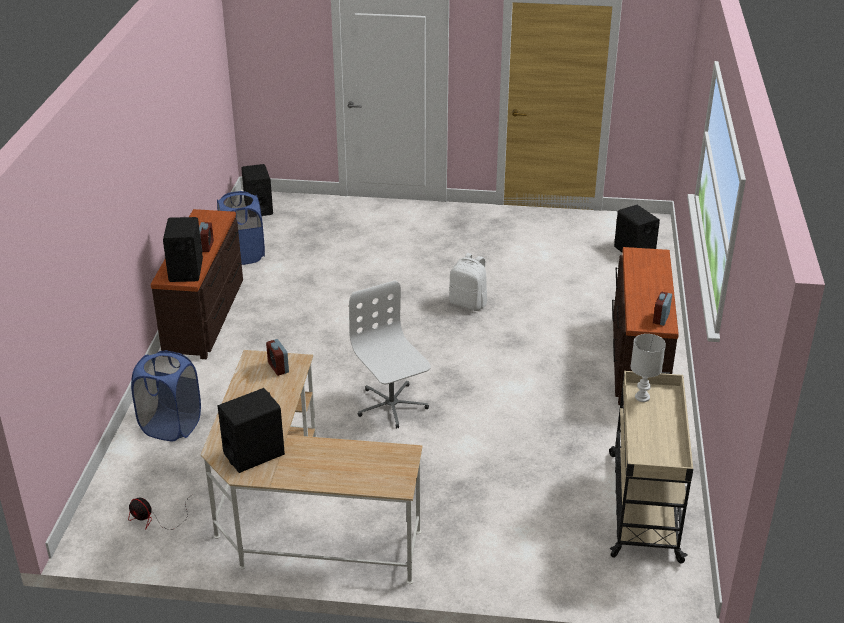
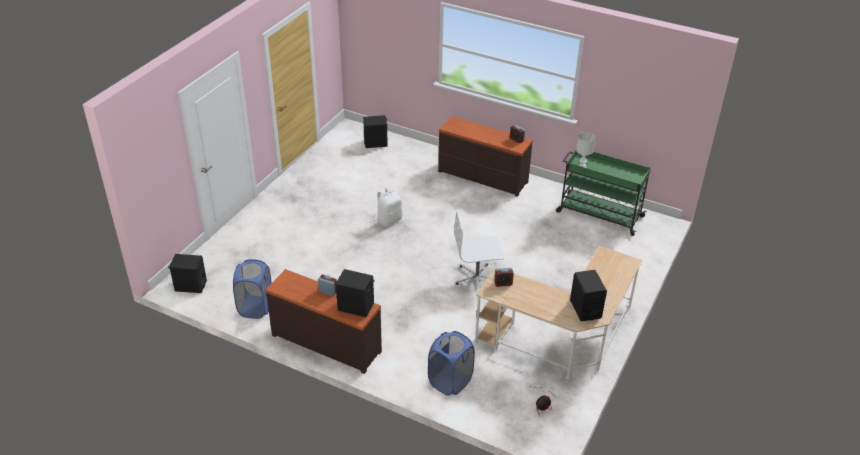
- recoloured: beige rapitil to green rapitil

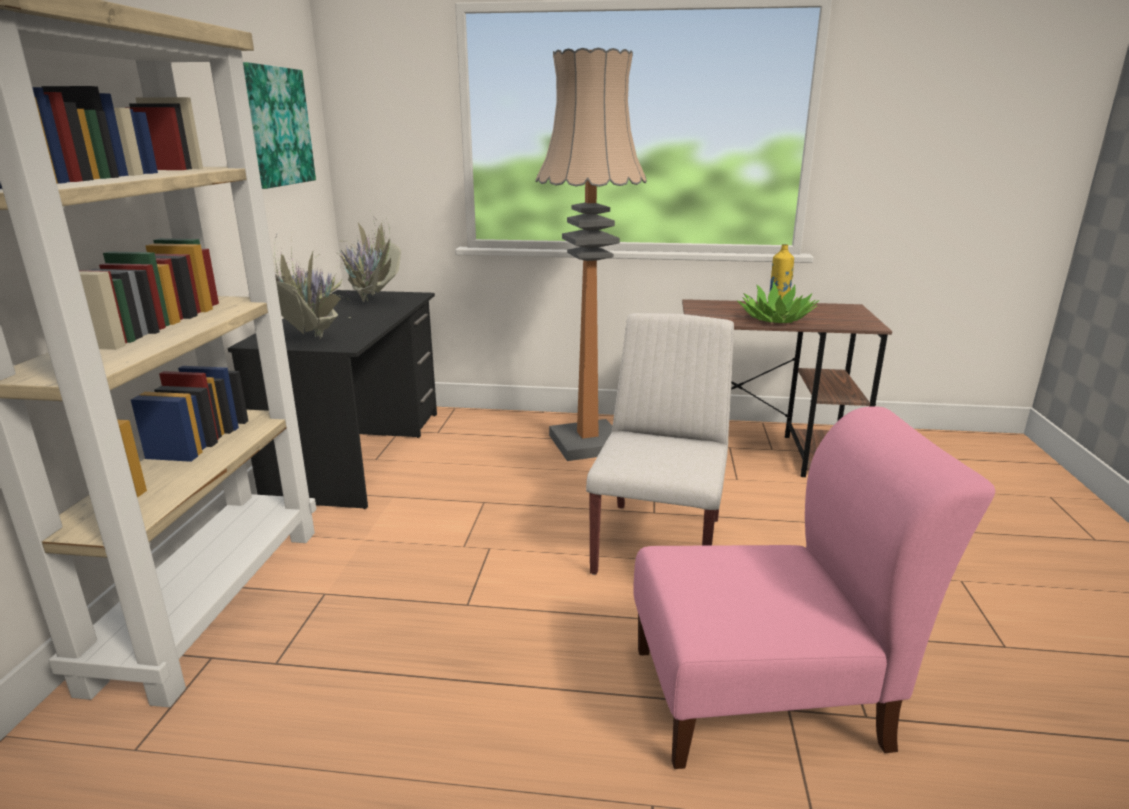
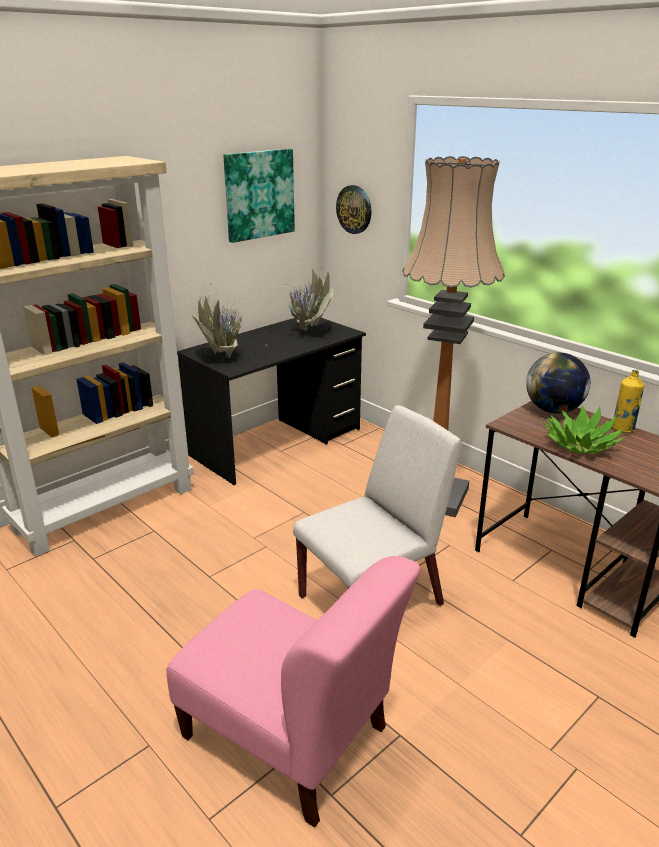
- added: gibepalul
- added: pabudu

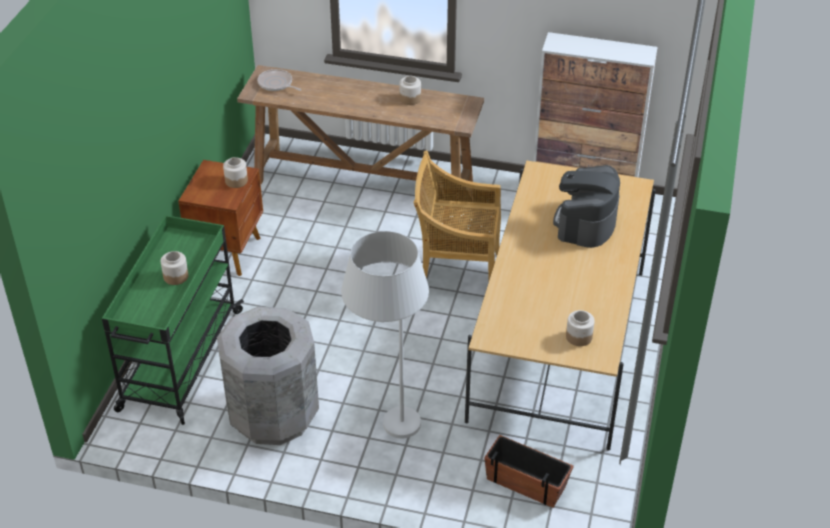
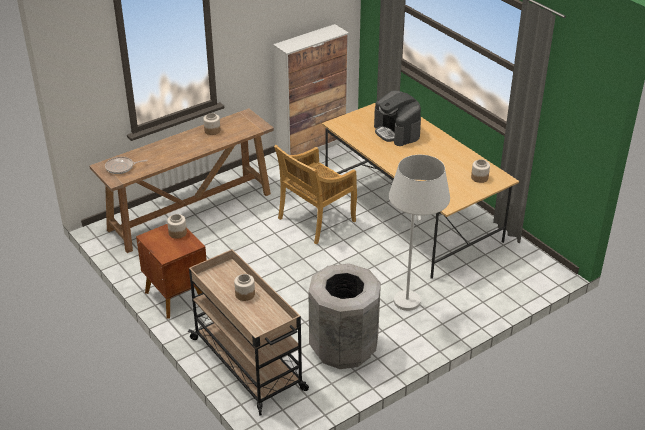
- recoloured: green rapitil to beige rapitil
- removed: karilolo

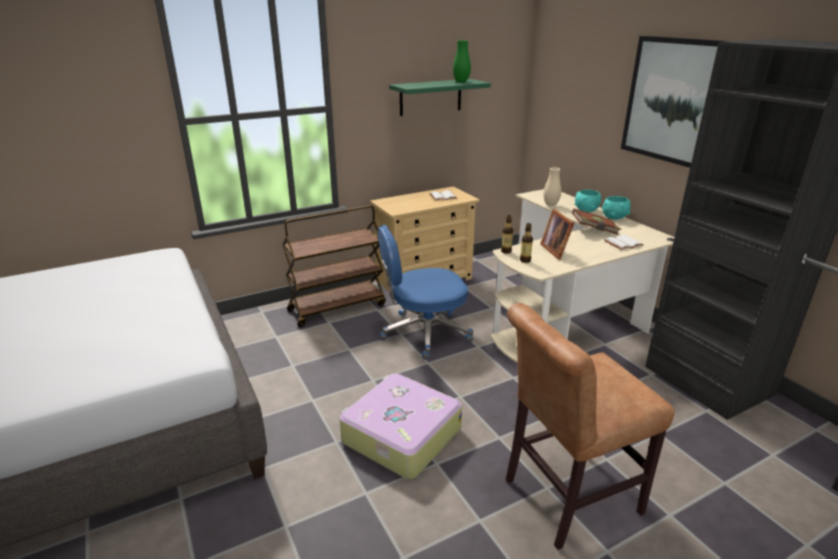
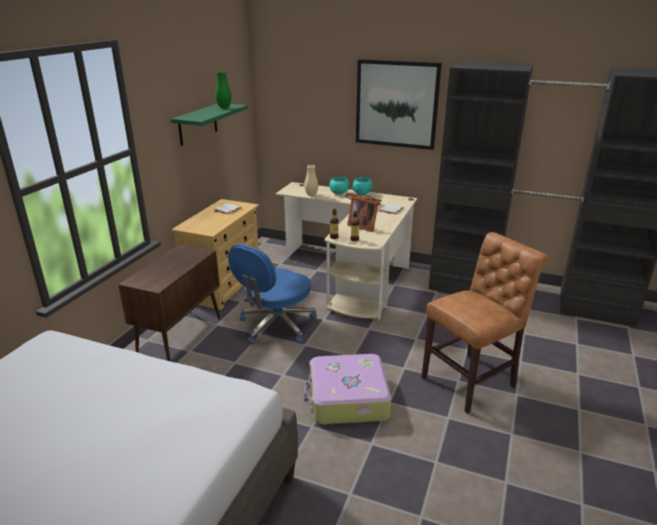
- replaced: brown rapitil to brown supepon
- turned: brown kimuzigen 150 degrees counterclockwise

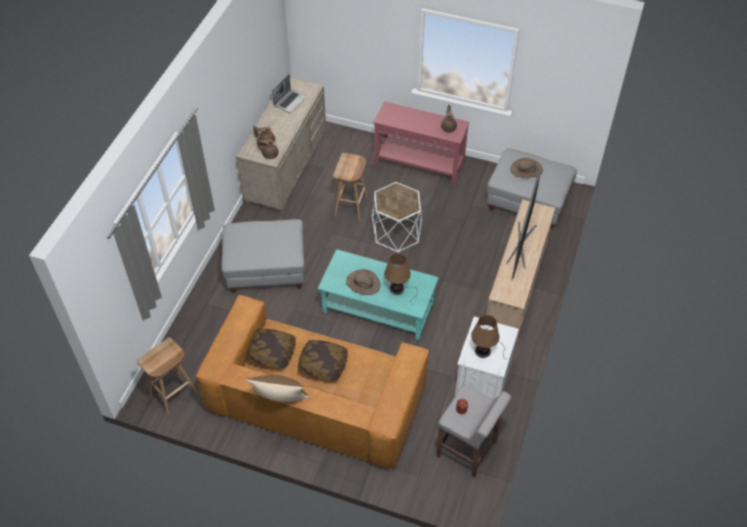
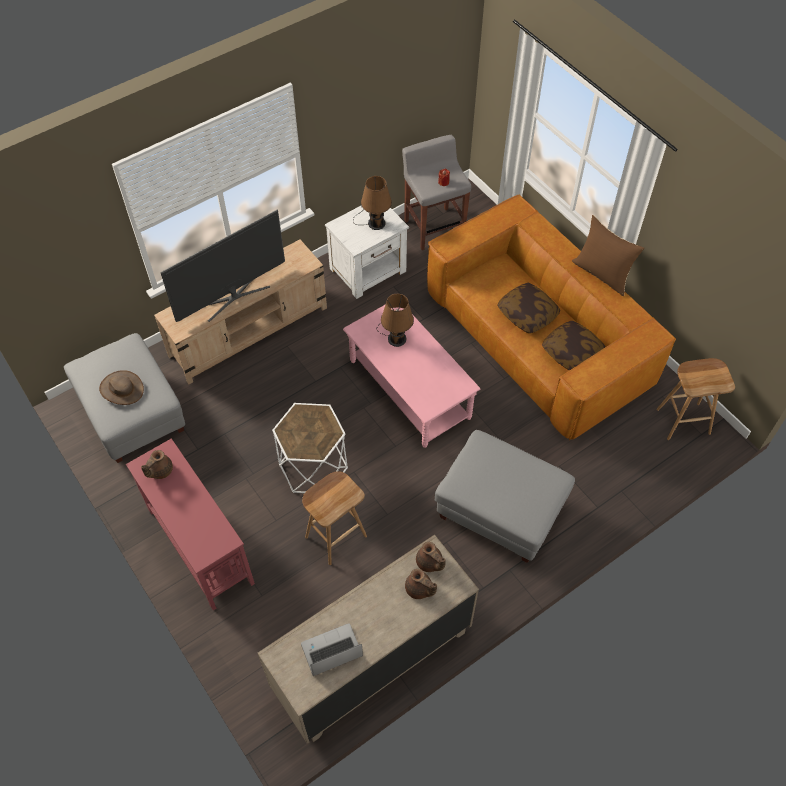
- recoloured: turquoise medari to pink medari
- removed: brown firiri (1st from left)

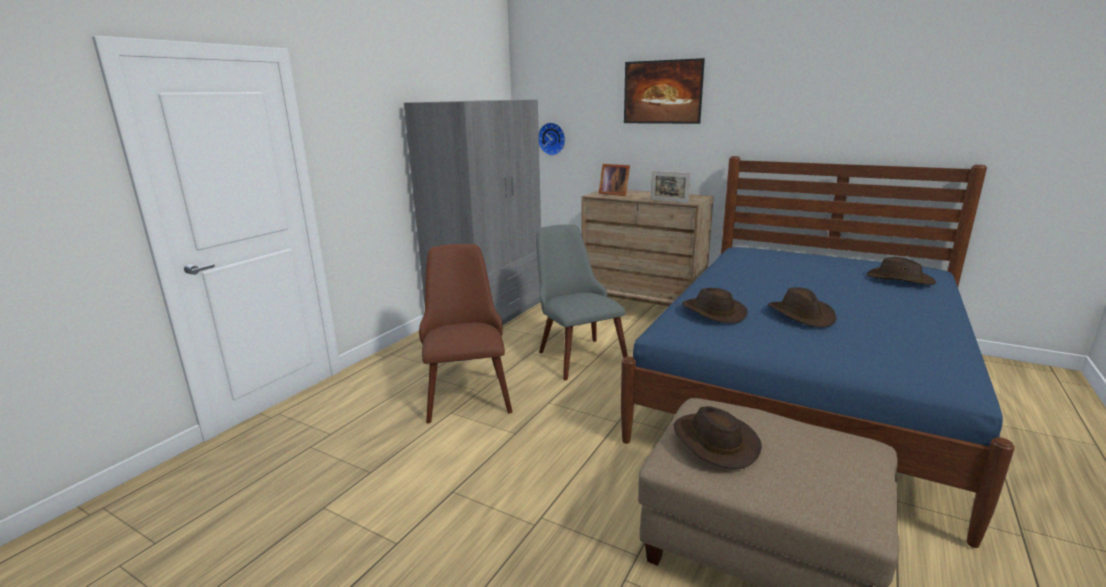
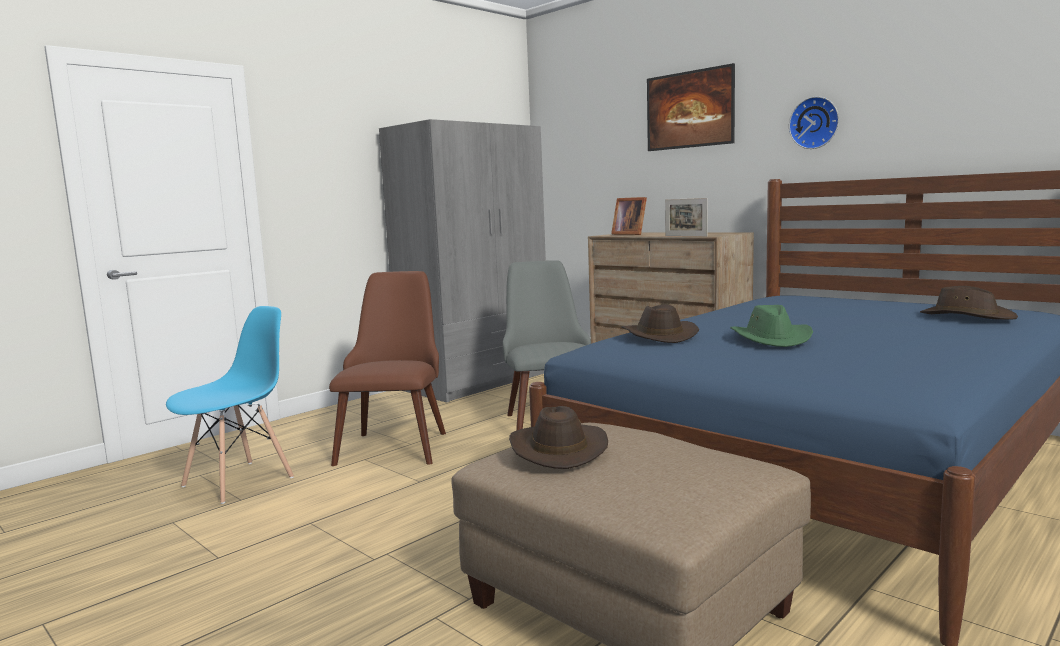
- added: blue kimuzigen
- recoloured: brown firiri (3rd from left) to green firiri
- moved: gibepalul

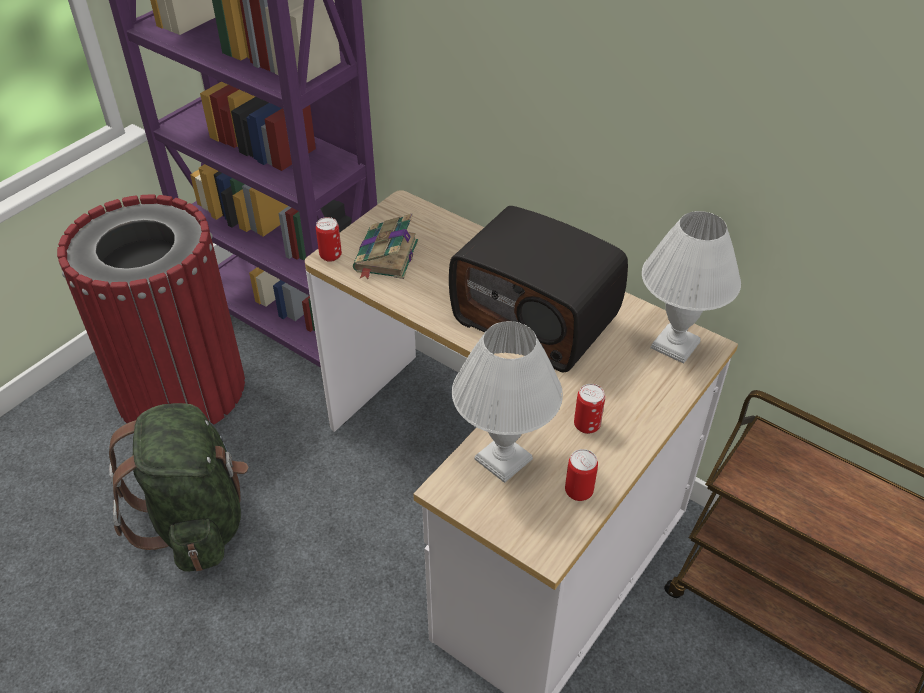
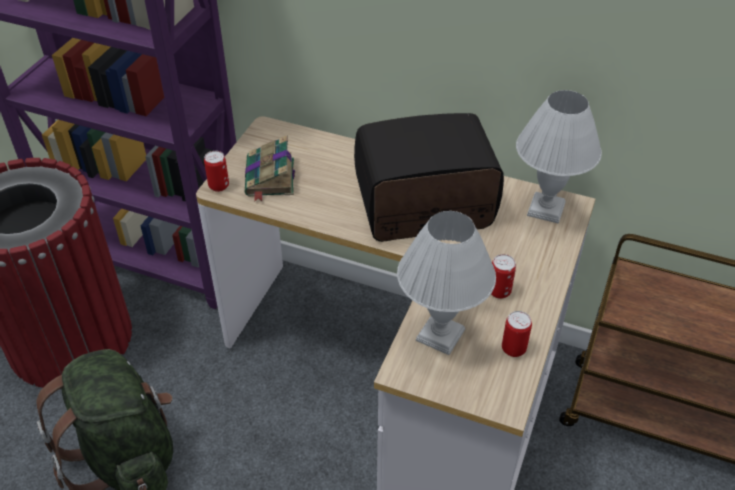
- turned: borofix 150 degrees clockwise

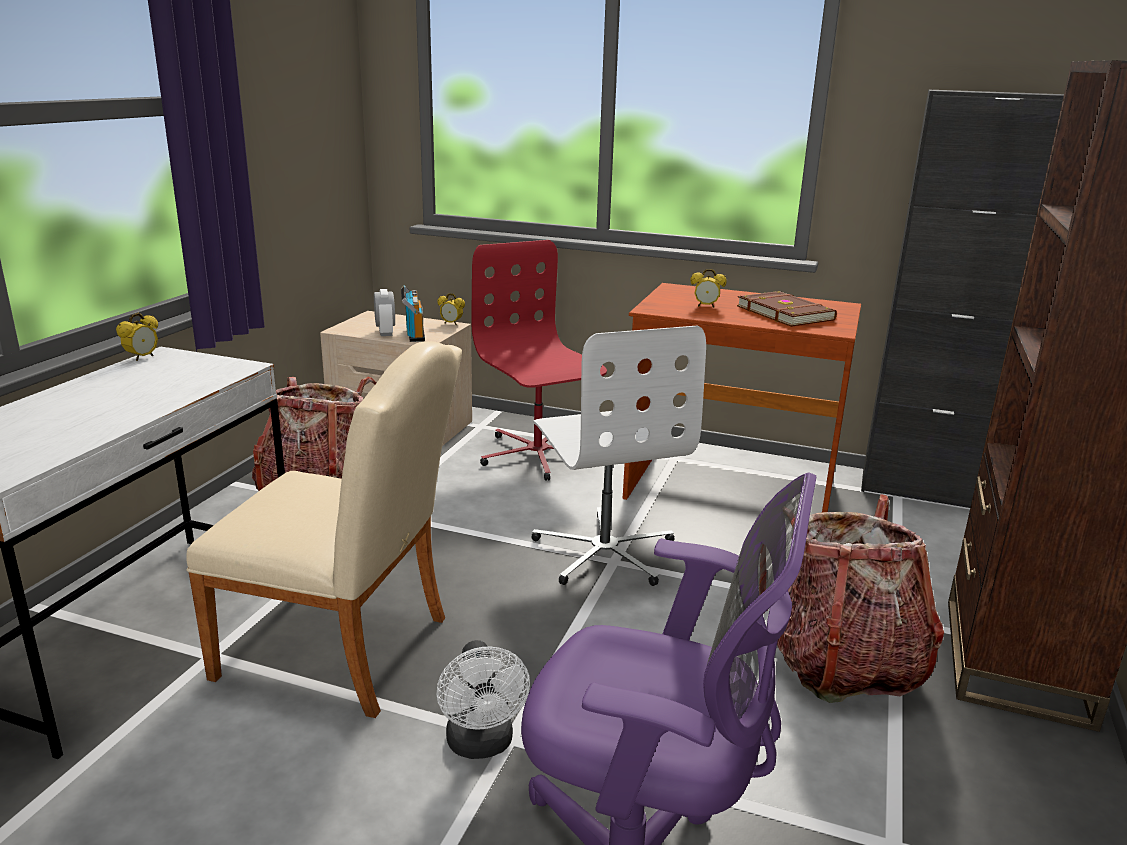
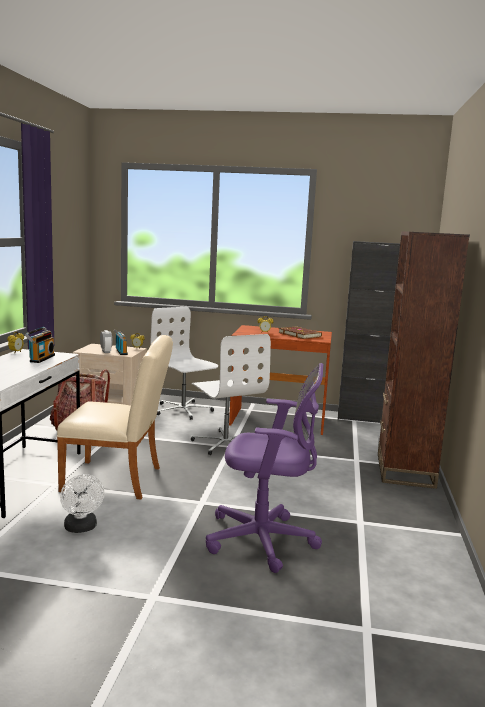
- added: borofix (1st from left)
- moved: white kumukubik
- recoloured: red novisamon to white novisamon (1st from left)
- removed: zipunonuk (2nd from left)

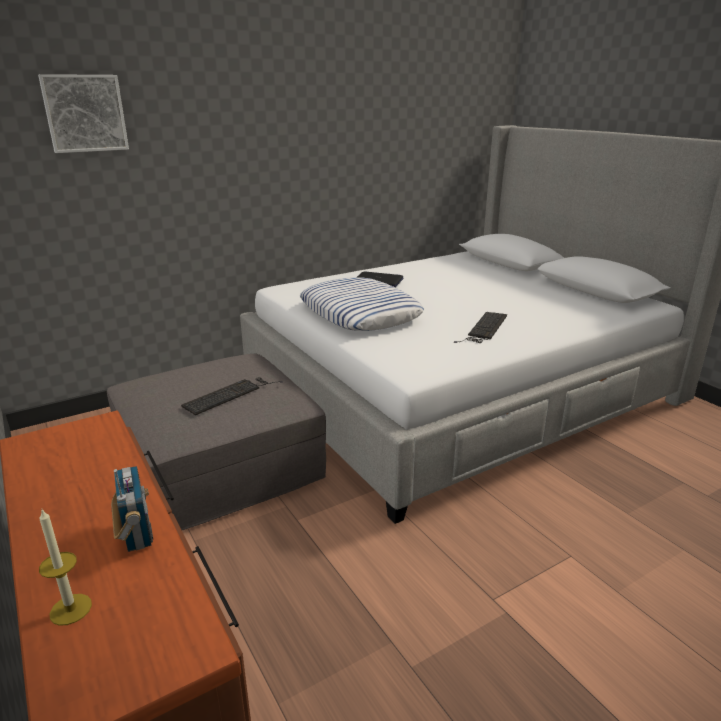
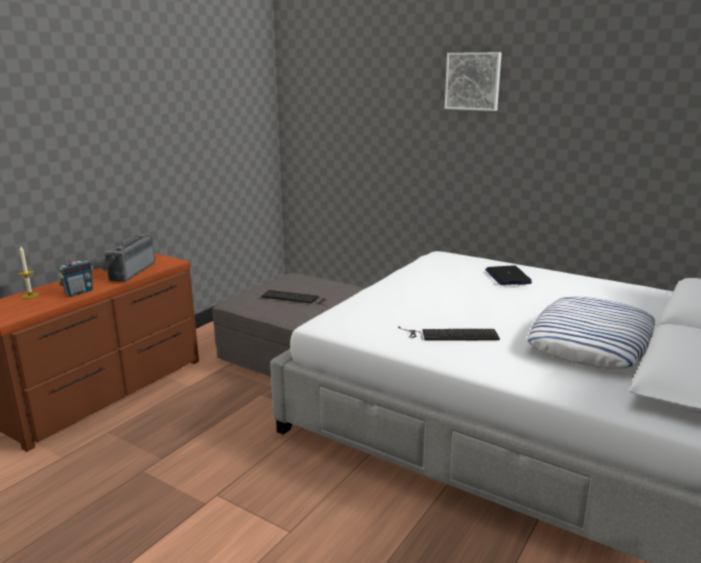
- added: borofix (2nd from left)
- moved: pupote
- moved: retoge

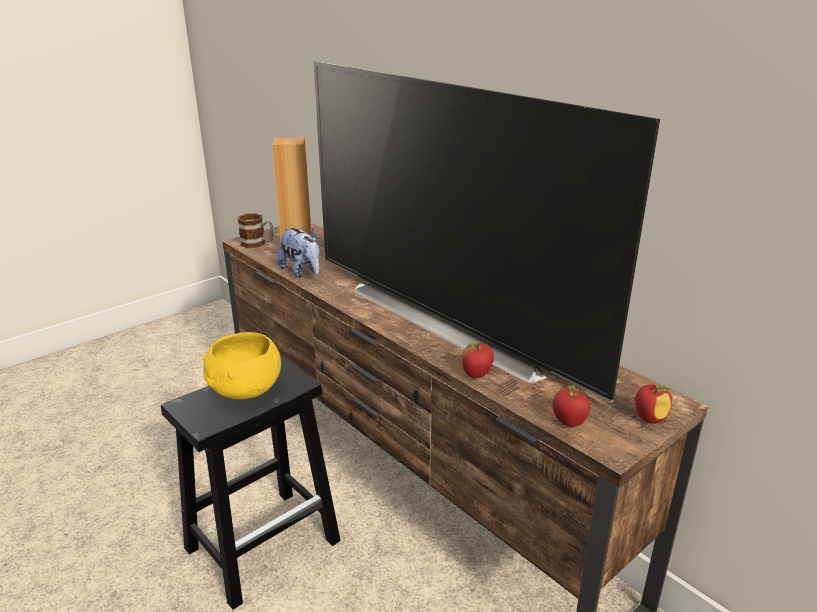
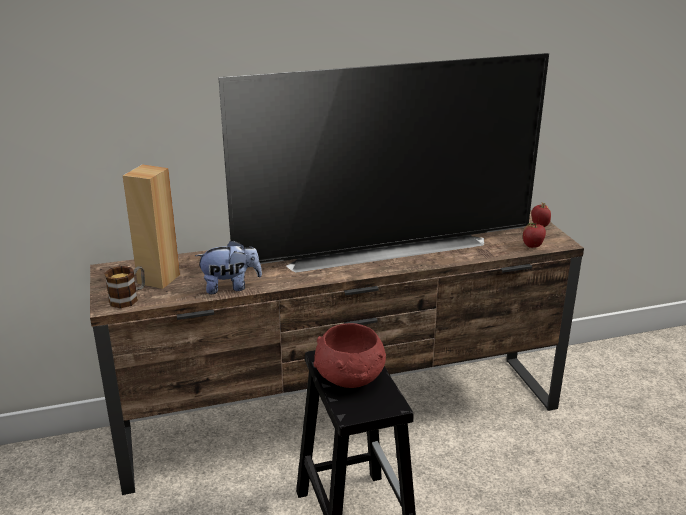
- recoloured: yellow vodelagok to red vodelagok
- removed: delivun (1st from left)

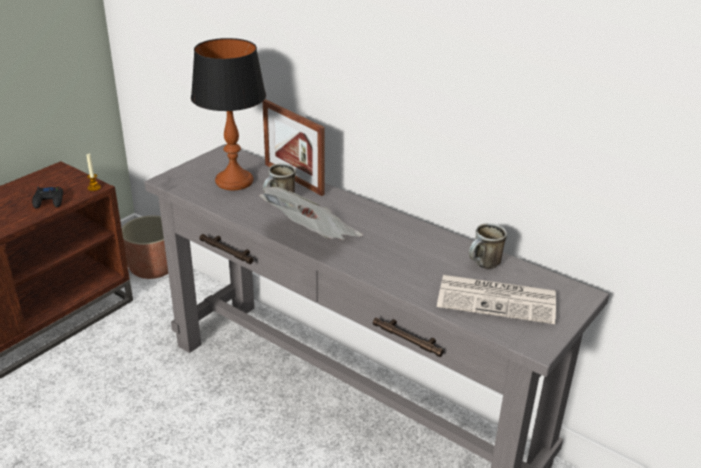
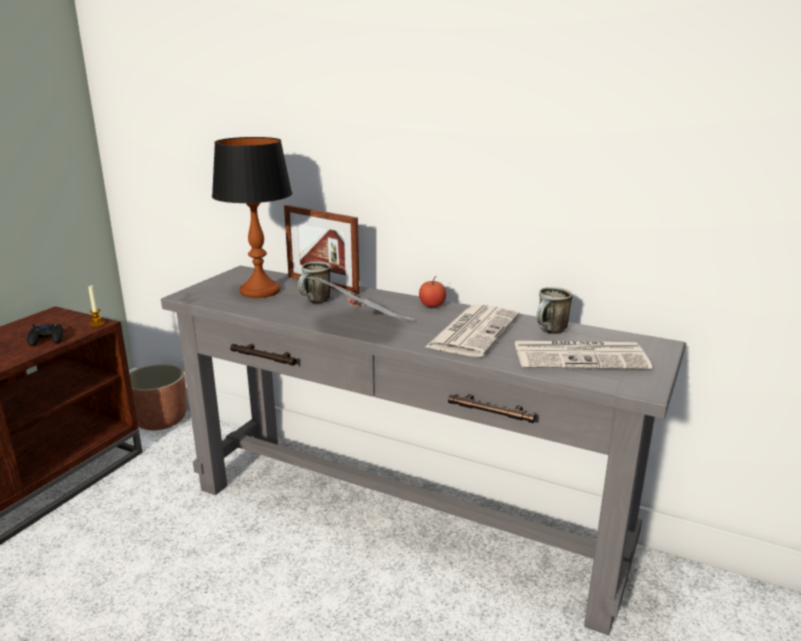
- added: delivun
- added: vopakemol (2nd from left)

